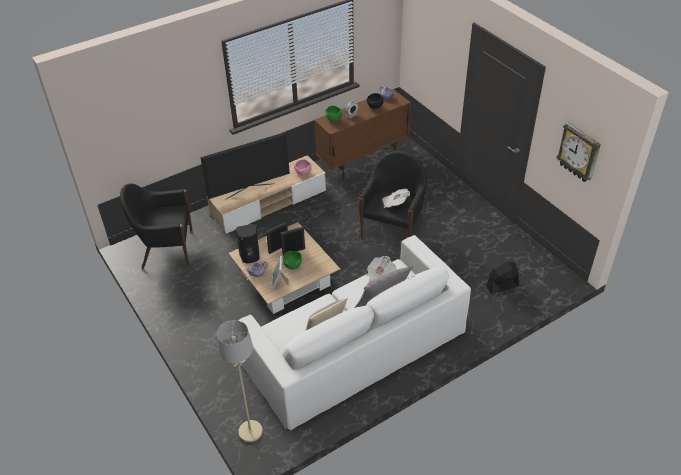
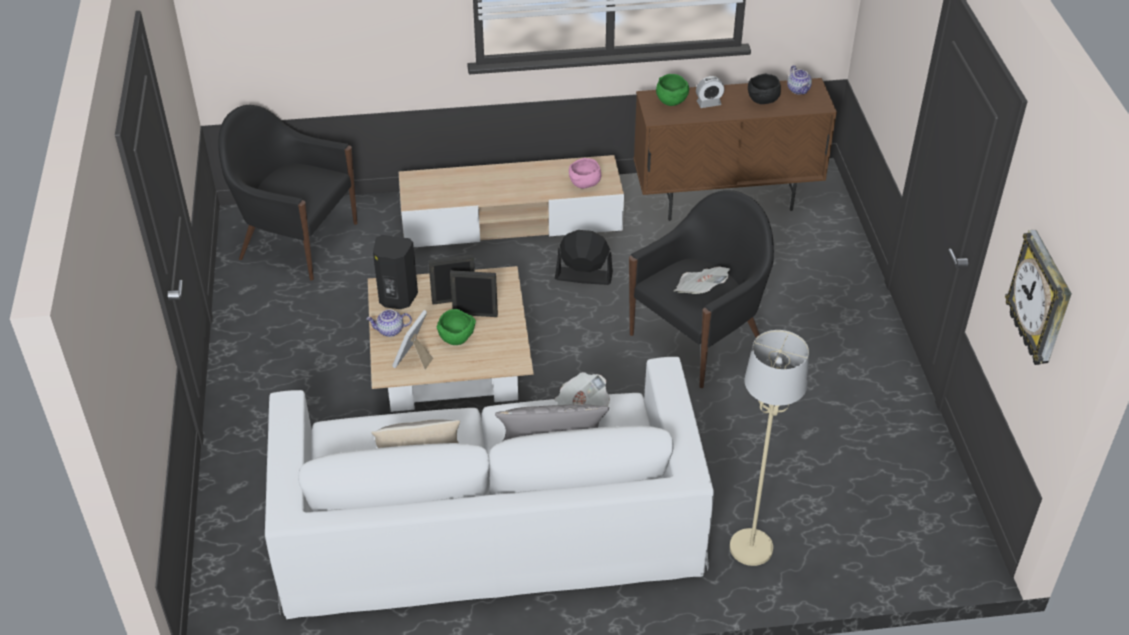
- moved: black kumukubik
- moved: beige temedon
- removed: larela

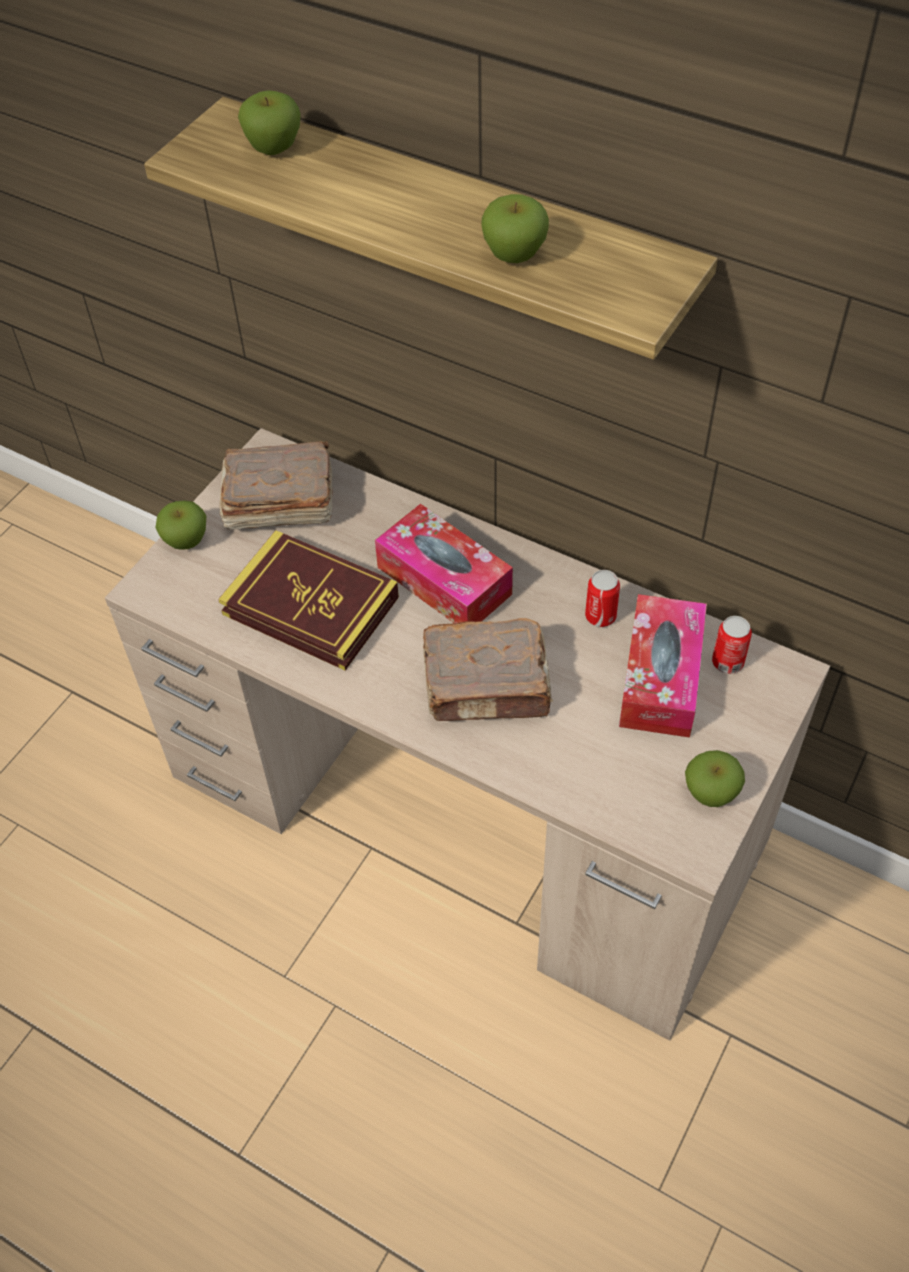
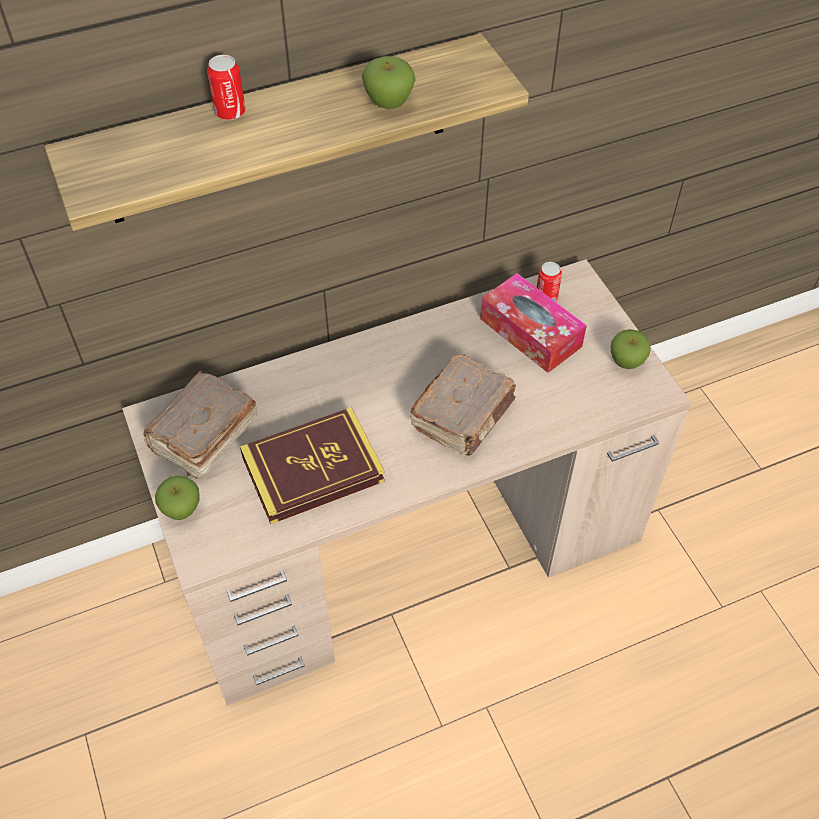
- moved: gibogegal (1st from left)
- removed: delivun (2nd from left)
- removed: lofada (1st from left)

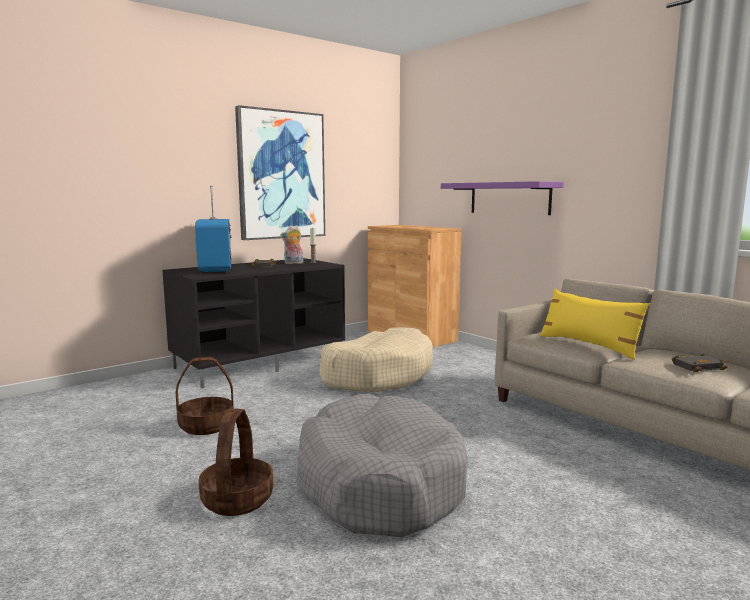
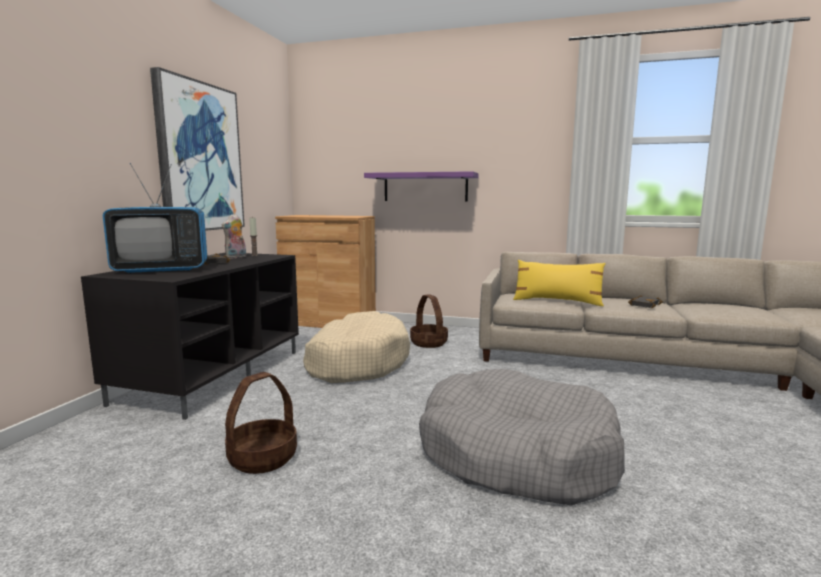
- turned: larela 120 degrees clockwise
- moved: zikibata (2nd from left)

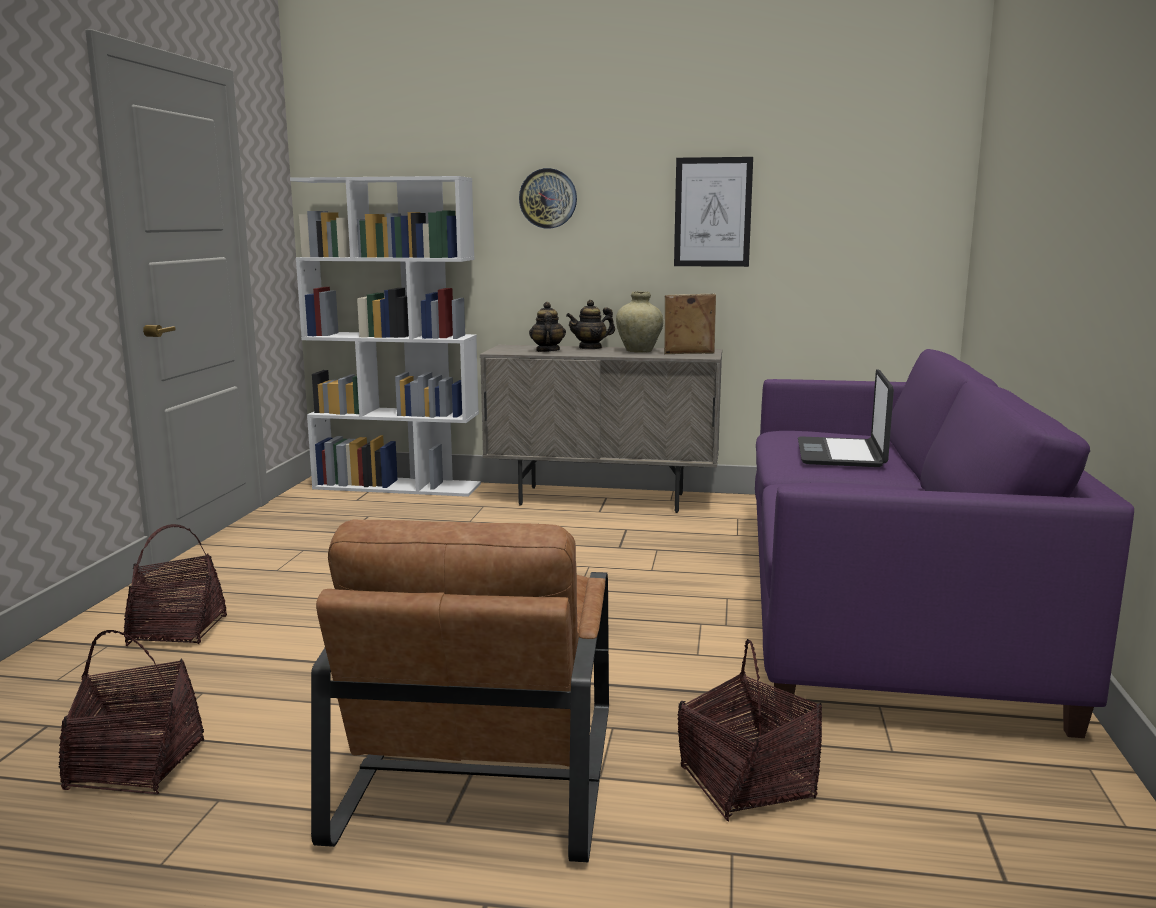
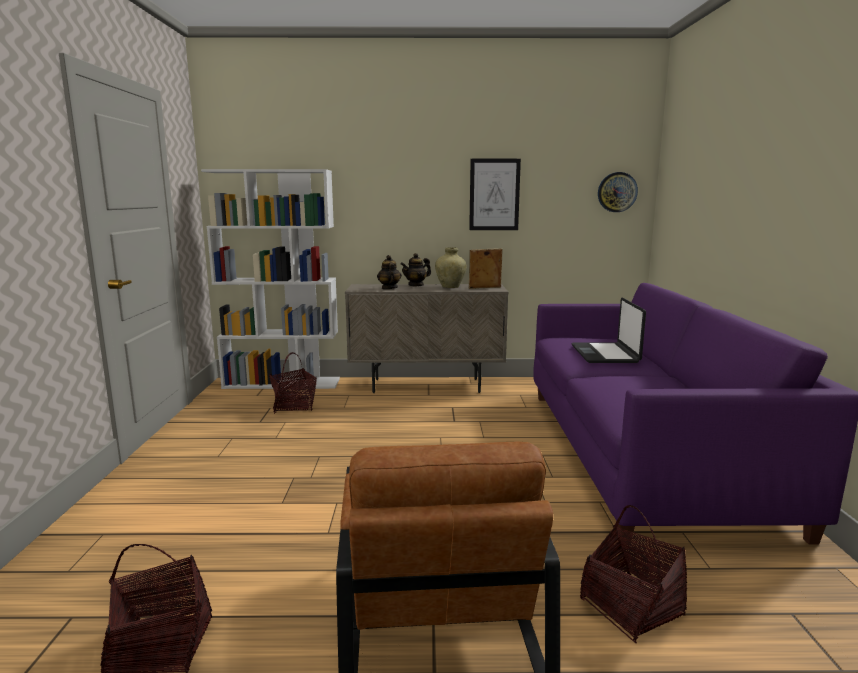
- moved: zikibata (2nd from left)
- moved: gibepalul

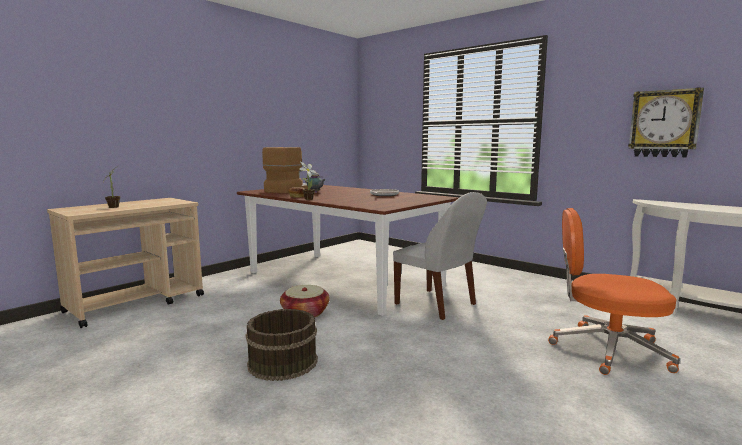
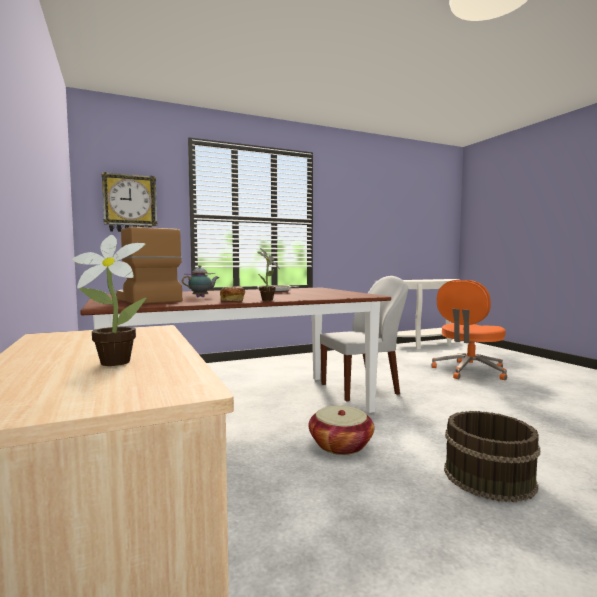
- moved: gibepalul

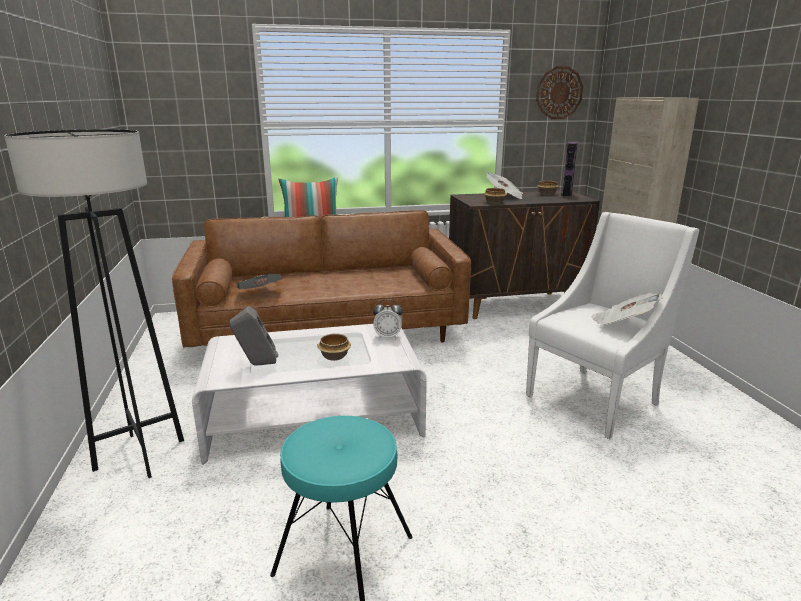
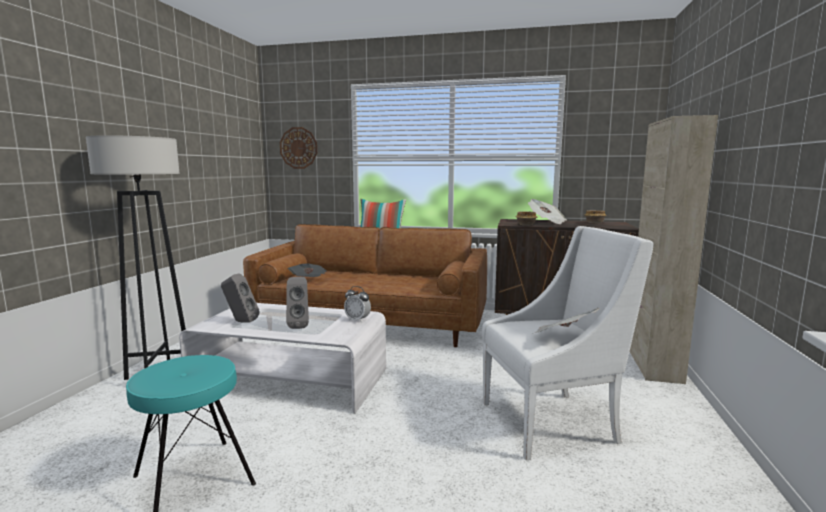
- moved: gibepalul
- replaced: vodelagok (1st from left) to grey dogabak (2nd from left)
- removed: purple dogabak

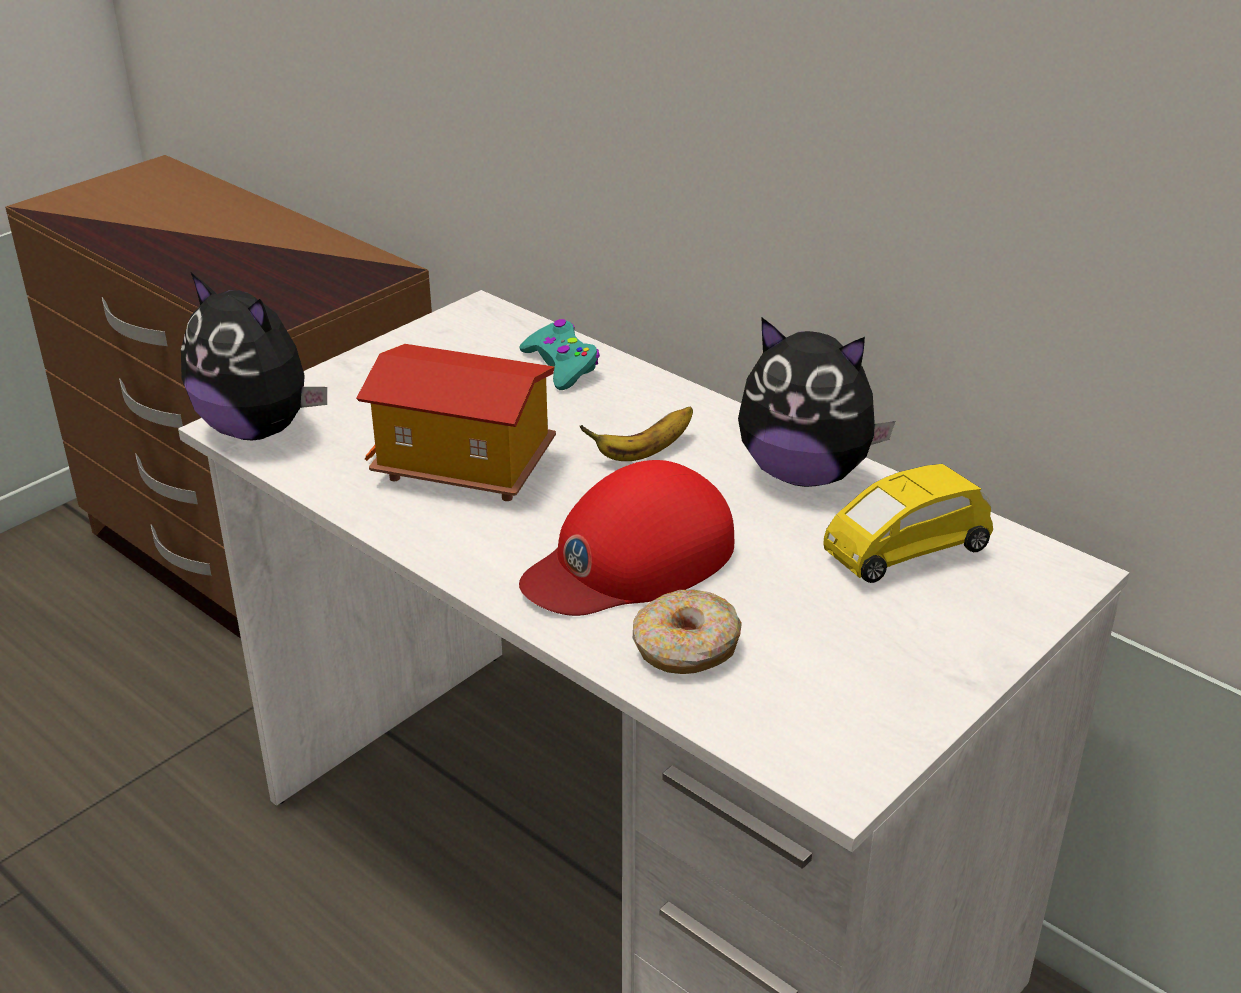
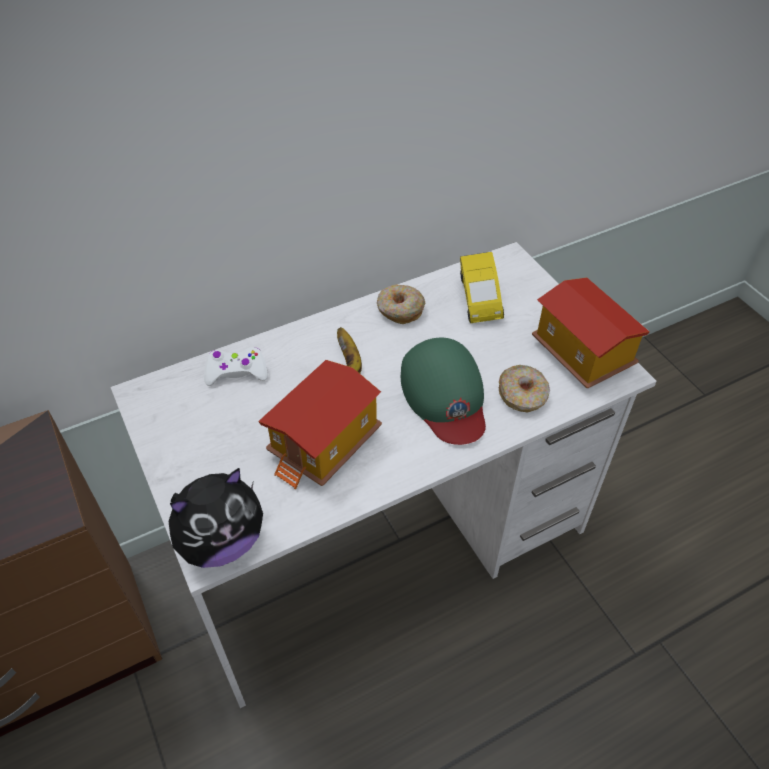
- recoloured: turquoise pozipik to white pozipik
- replaced: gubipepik (2nd from left) to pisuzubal (1st from left)
- recoloured: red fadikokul to green fadikokul
- added: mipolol (2nd from left)

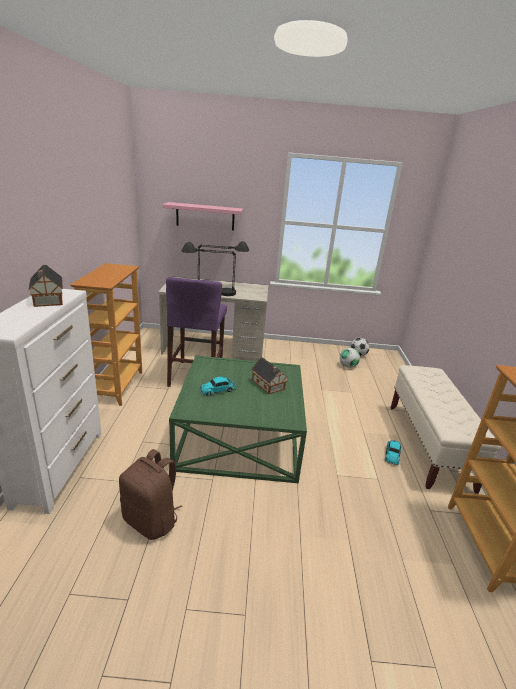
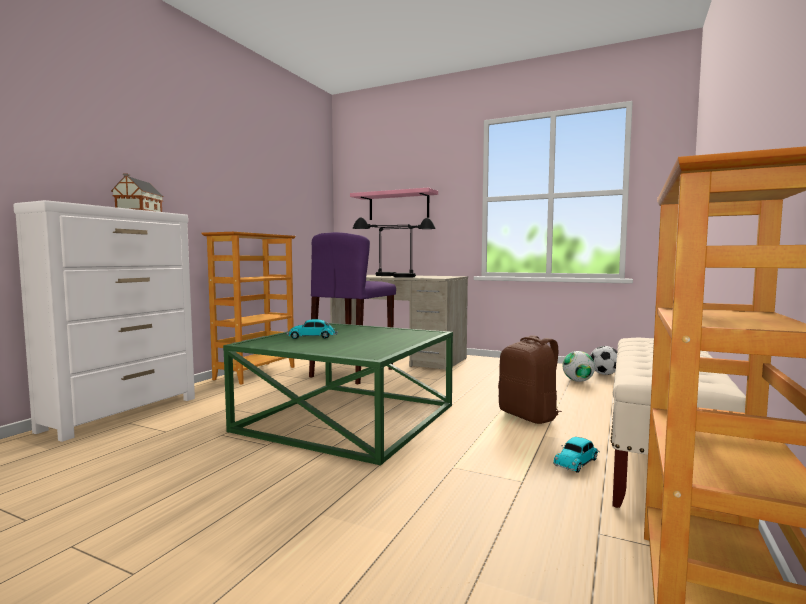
- moved: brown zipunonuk
- removed: mipolol (2nd from left)

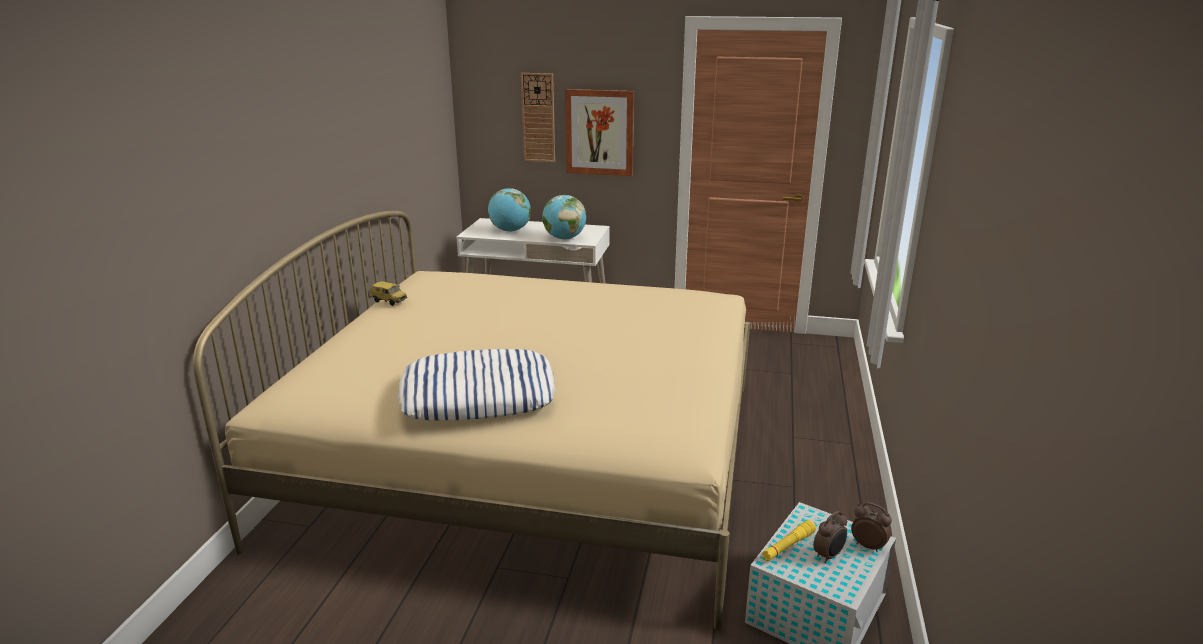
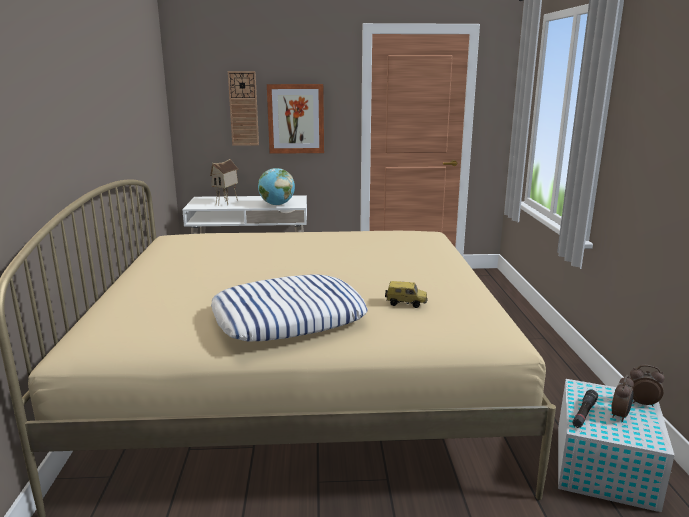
- replaced: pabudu (1st from left) to mipolol
- moved: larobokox
- recoloured: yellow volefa to black volefa

